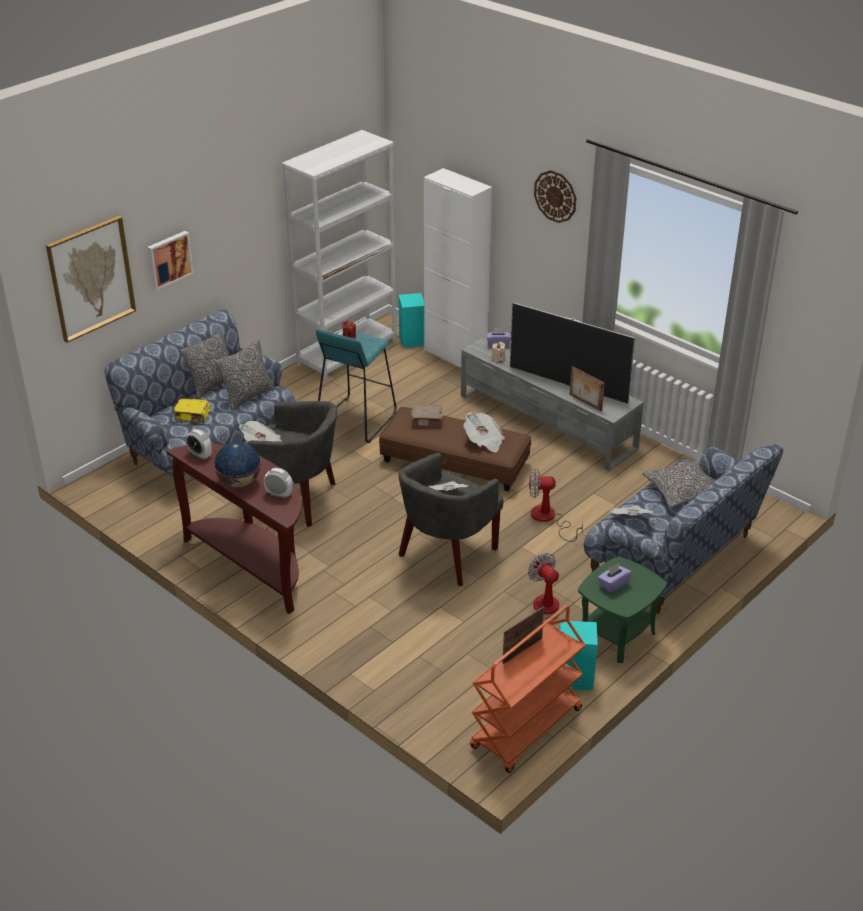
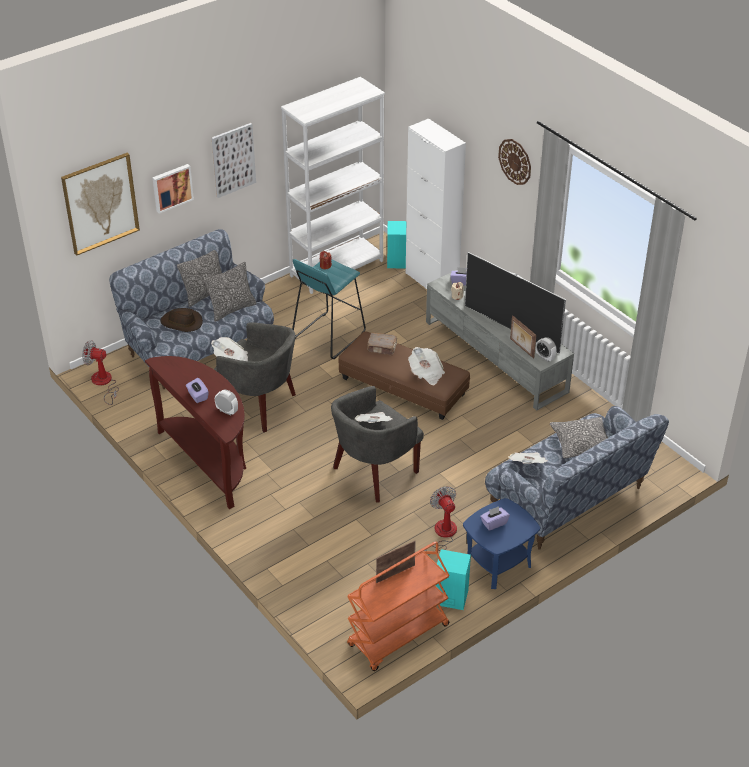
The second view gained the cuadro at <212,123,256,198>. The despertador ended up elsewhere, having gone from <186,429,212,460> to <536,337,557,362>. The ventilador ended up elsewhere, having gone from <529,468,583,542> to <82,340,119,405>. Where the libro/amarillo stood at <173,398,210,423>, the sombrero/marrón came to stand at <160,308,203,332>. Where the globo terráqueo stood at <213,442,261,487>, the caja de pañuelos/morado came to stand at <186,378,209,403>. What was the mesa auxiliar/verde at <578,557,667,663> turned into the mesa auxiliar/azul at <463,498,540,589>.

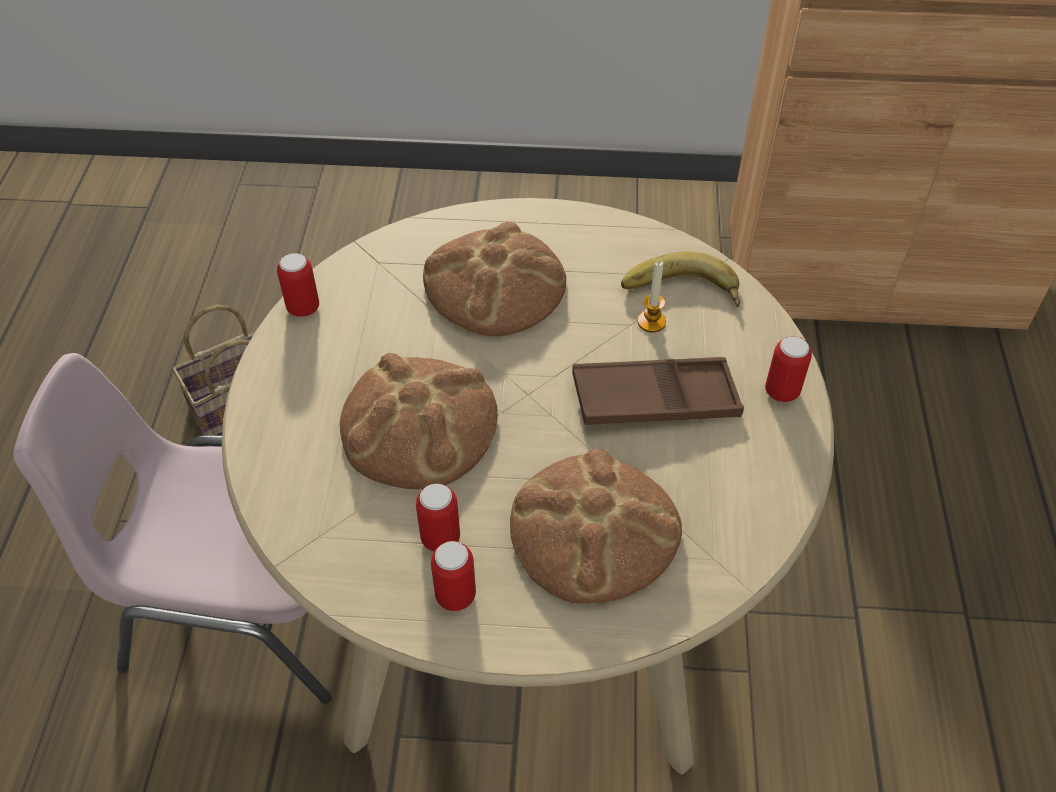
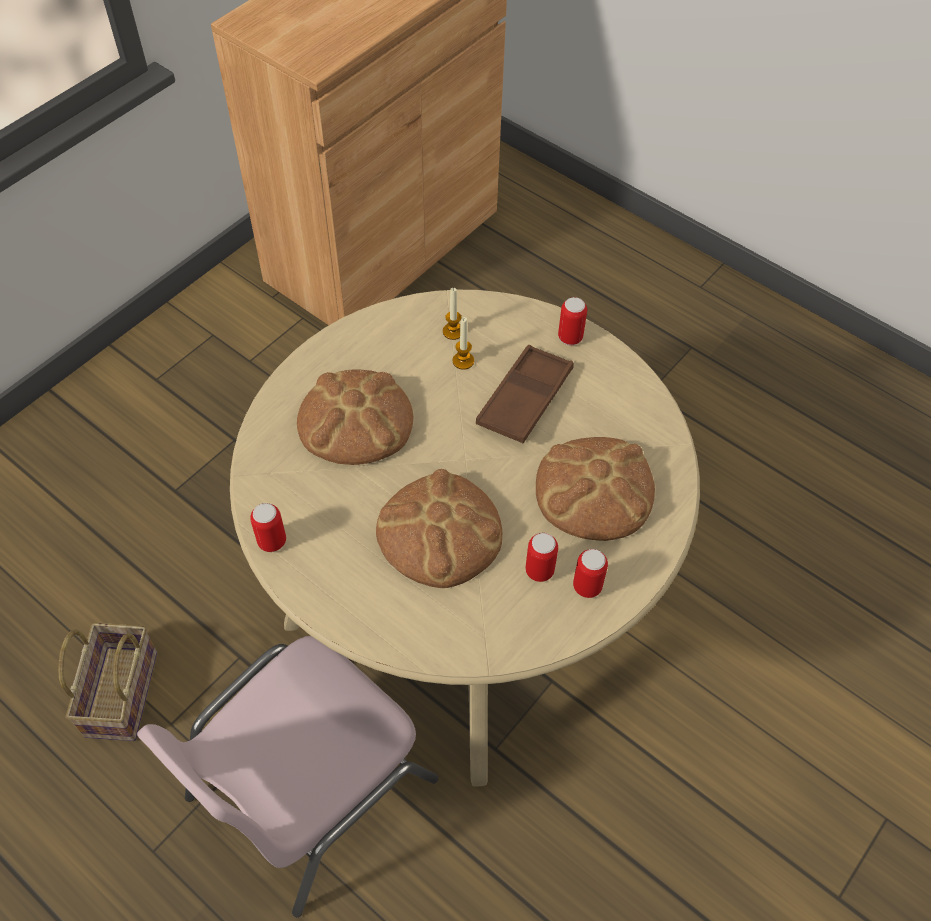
Where the plátano stood at <621,251,740,308>, the vela came to stand at <443,288,461,340>.

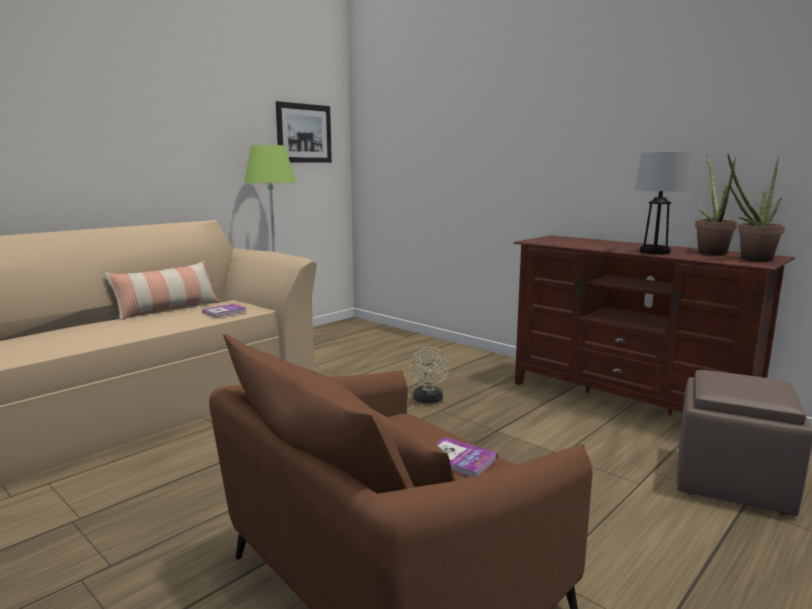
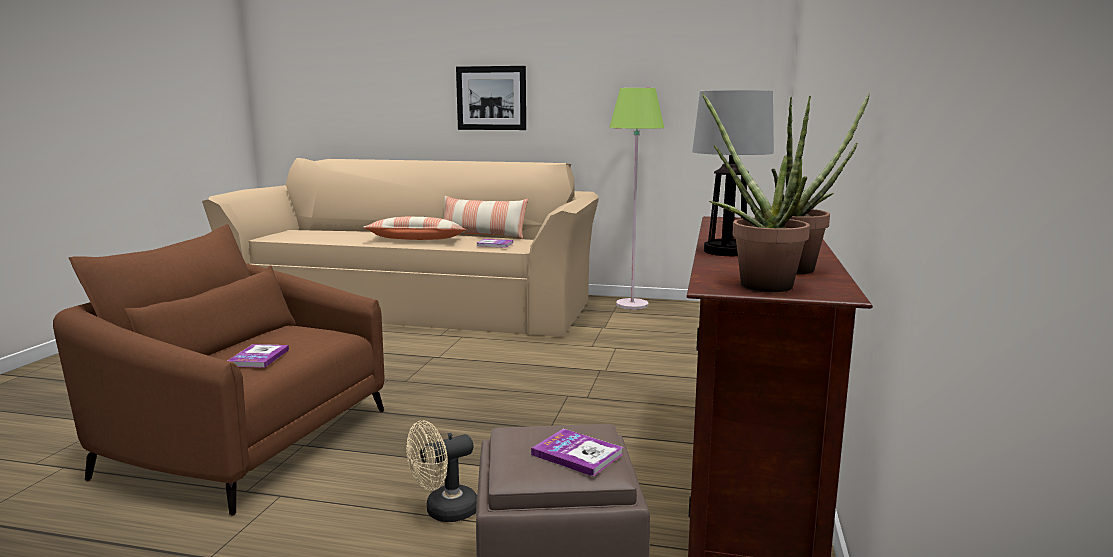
The second view gained the cojín at <363,217,466,240>. The second view gained the libro at <531,429,623,477>. The cuadro ended up elsewhere, having gone from <276,101,332,163> to <456,66,526,130>. The ventilador/beis ended up elsewhere, having gone from <409,347,450,403> to <406,420,477,522>.

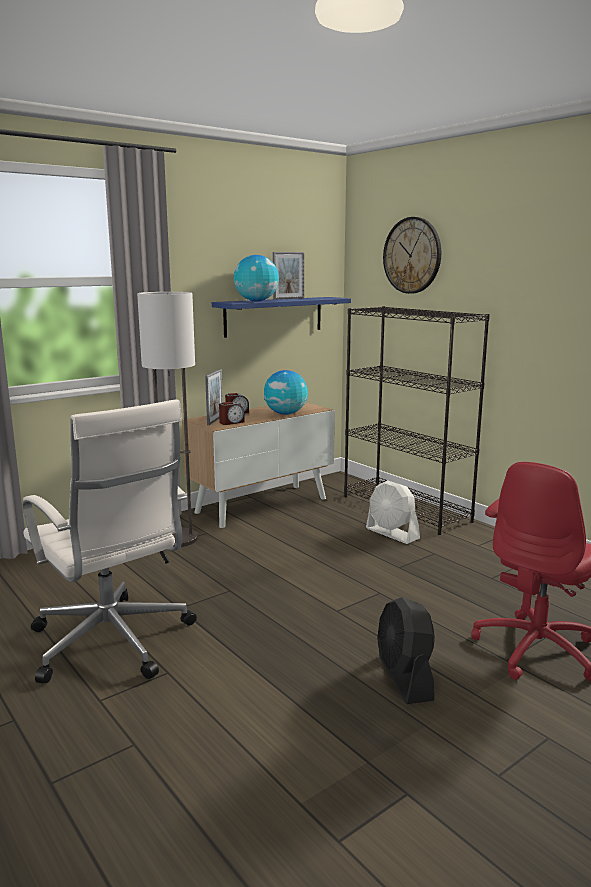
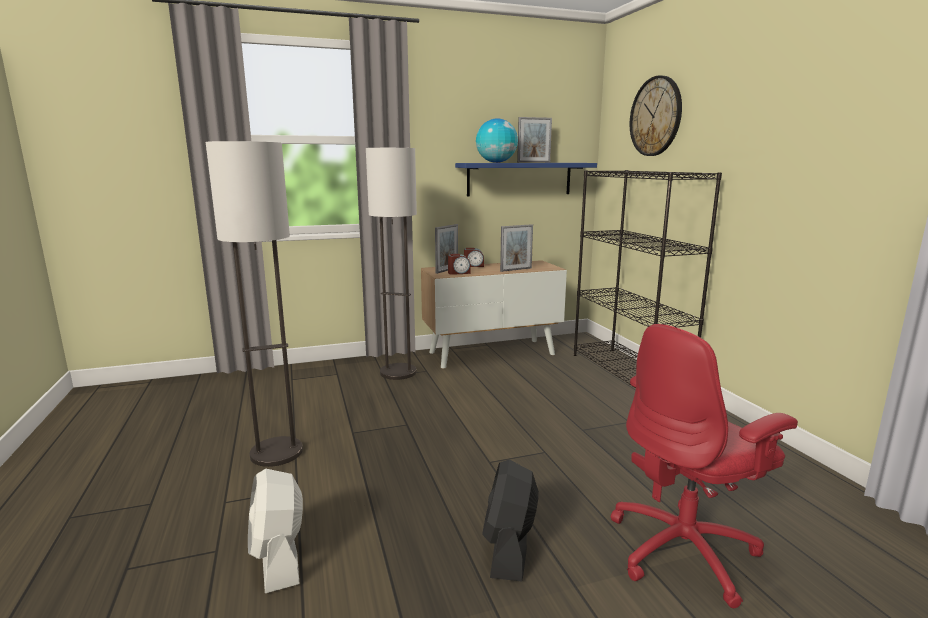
The ventilador/blanco ended up elsewhere, having gone from <366,480,420,544> to <248,469,303,594>. Where the silla de oficina/blanco stood at <22,399,197,684>, the lámpara de pie came to stand at <206,141,303,467>. Where the globo terráqueo stood at <264,370,308,415>, the portarretratos came to stand at <500,224,533,272>.

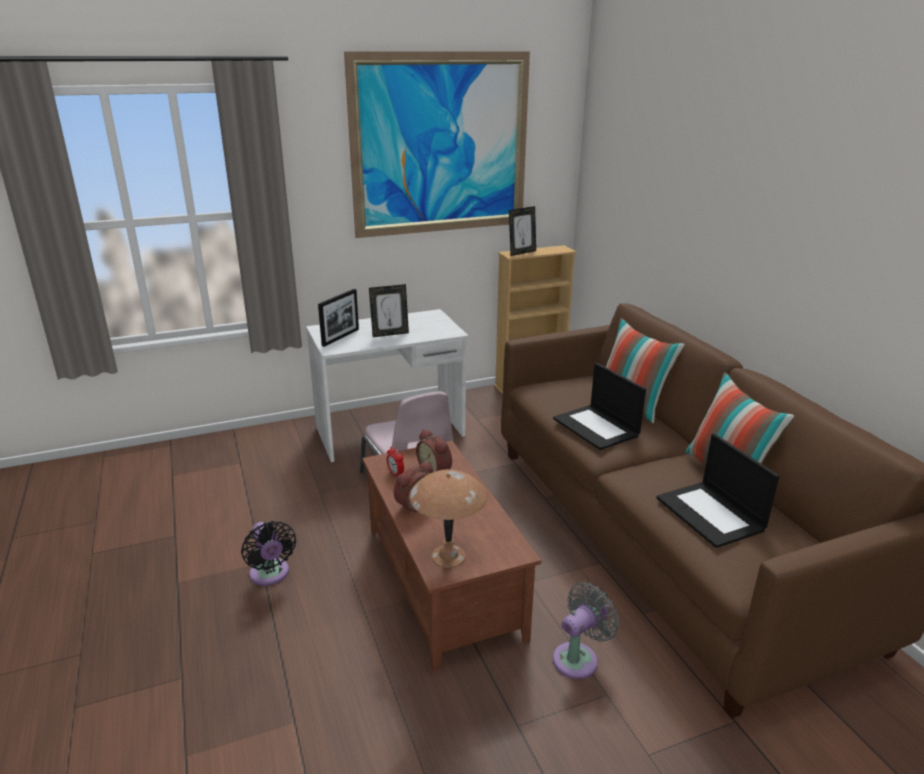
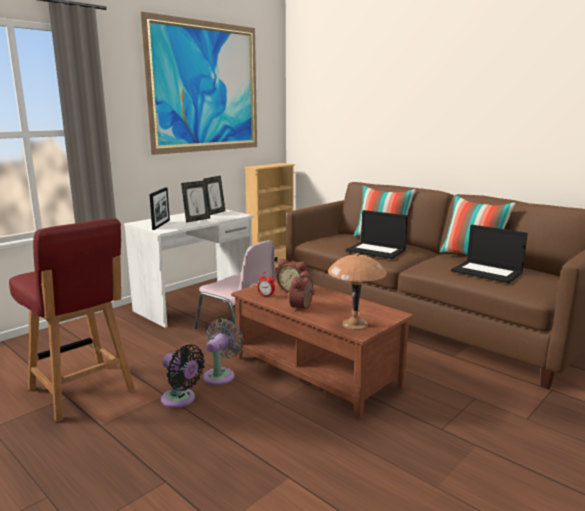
The second view gained the silla/rojo at <9,218,135,422>. The portarretratos ended up elsewhere, having gone from <509,206,536,256> to <203,176,225,215>. The ventilador/gris ended up elsewhere, having gone from <553,582,619,679> to <203,318,244,385>.

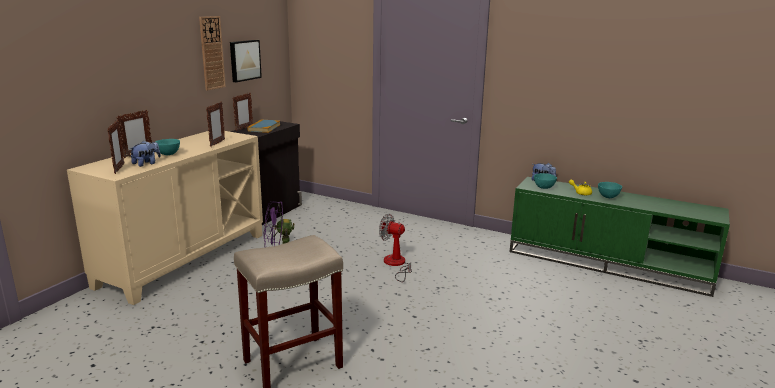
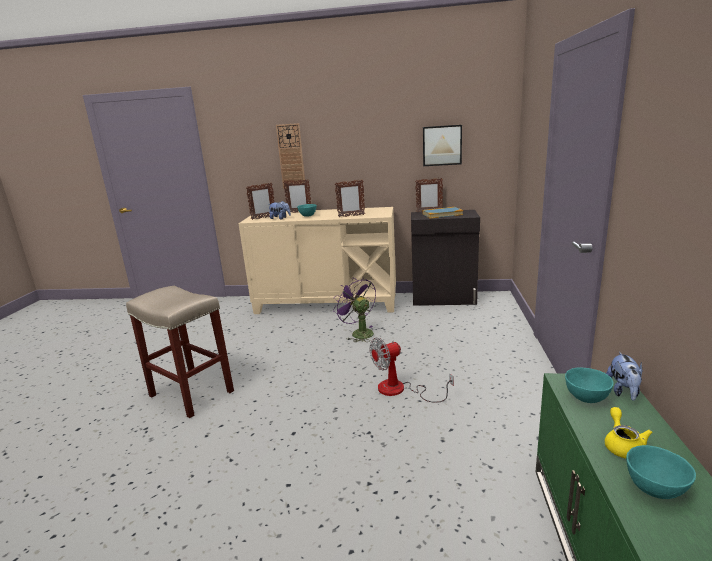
The reloj de pared ended up elsewhere, having gone from <199,16,226,90> to <276,123,305,189>. The ventilador at <379,214,412,282> ended up facing another way, 120 degrees counterclockwise from before.

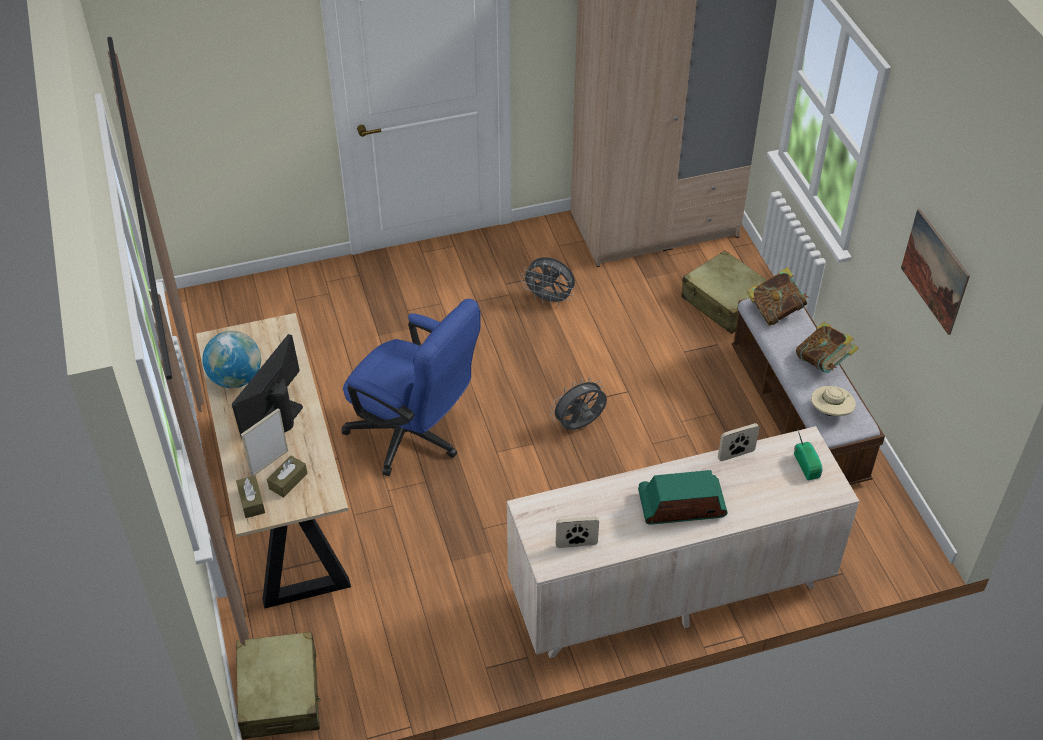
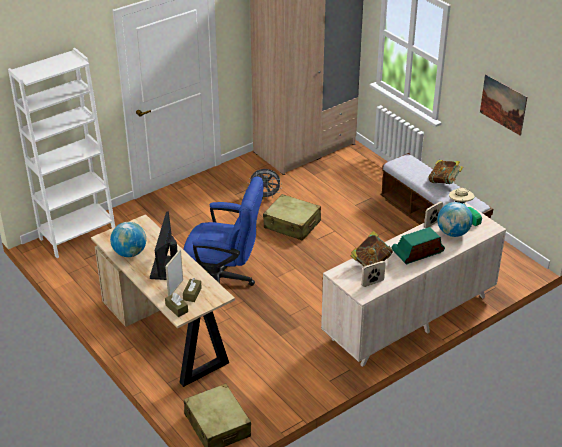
The second view lost the ventilador/gris at <550,377,607,430>. The second view gained the estantería/blanco at <8,48,115,258>. The second view gained the globo terráqueo at <437,202,473,237>. The maleta/beis ended up elsewhere, having gone from <682,251,767,334> to <263,194,321,241>. The libro ended up elsewhere, having gone from <747,267,809,326> to <351,231,393,266>.

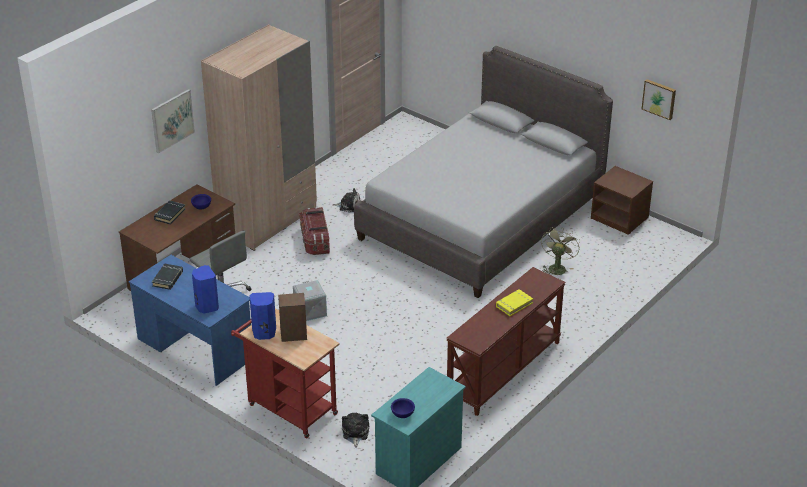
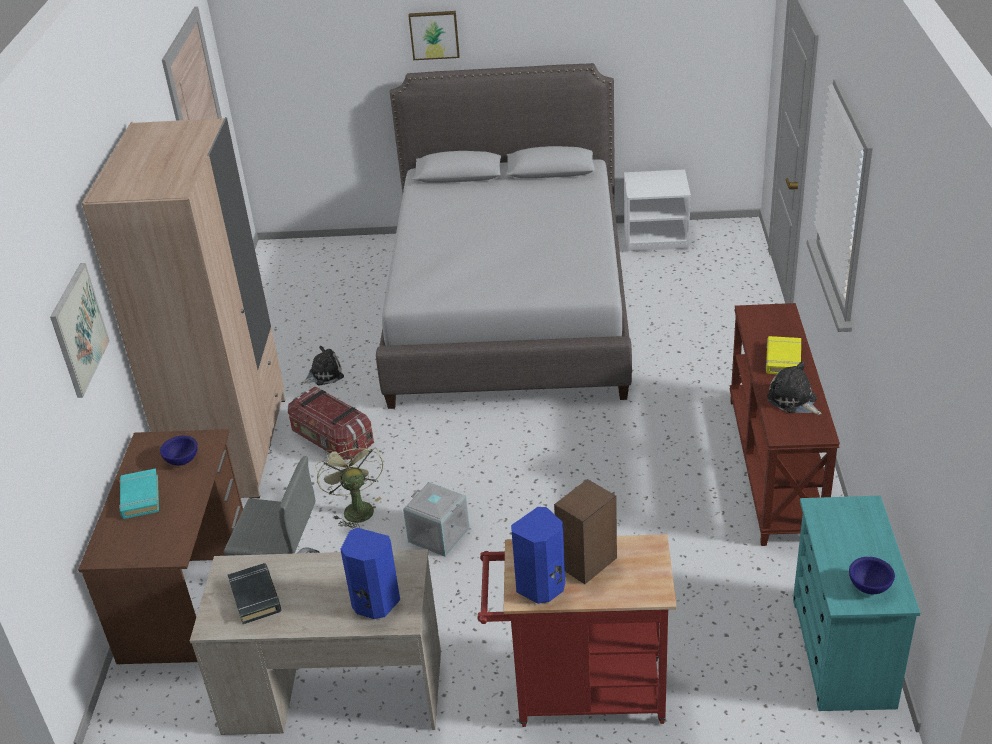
The peluche ended up elsewhere, having gone from <342,413,369,447> to <767,361,822,415>. The ventilador/verde ended up elsewhere, having gone from <541,227,580,275> to <315,440,383,529>. The cuadro ended up elsewhere, having gone from <642,79,676,120> to <408,11,460,60>. What was the escritorio/azul at <129,255,251,386> turned into the escritorio/beis at <190,549,441,735>. What was the libro/negro at <154,200,186,224> turned into the libro/turquesa at <119,468,159,519>. What was the mesita de noche/marrón at <591,166,653,235> turned into the mesita de noche/blanco at <624,169,691,251>.

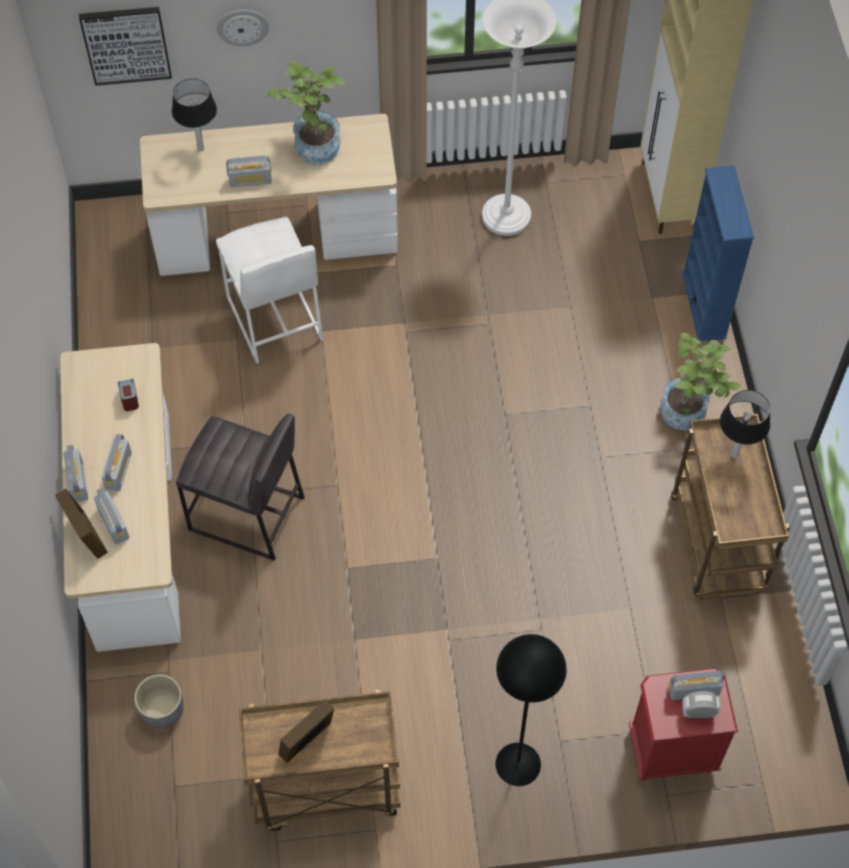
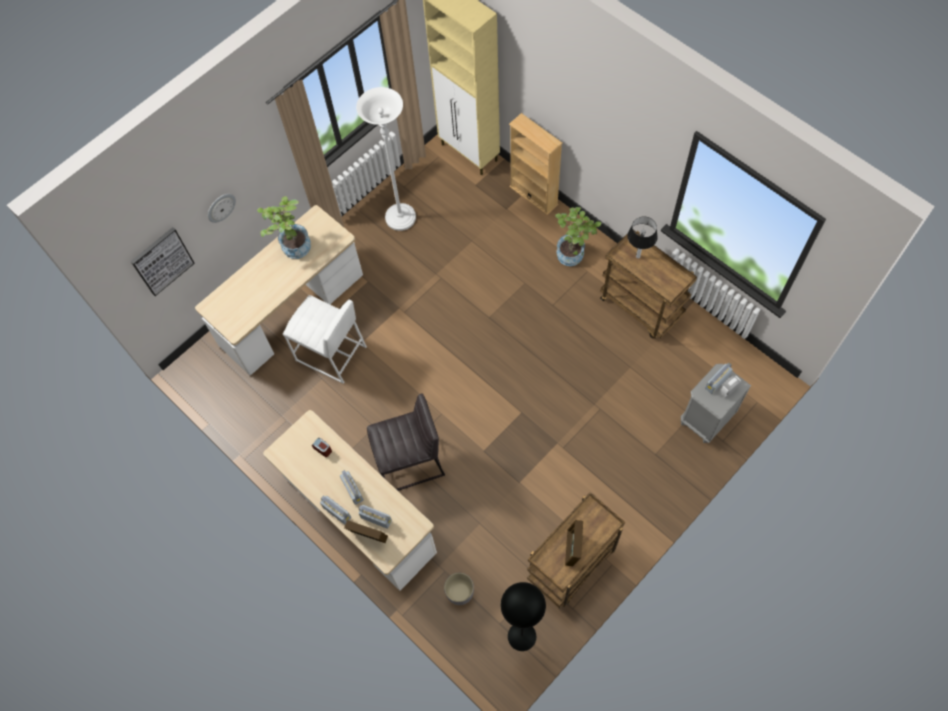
The second view lost the lámpara de mesa at <172,78,217,151>. The second view lost the radio at <226,156,272,187>. The lámpara de pie/negro ended up elsewhere, having gone from <496,634,567,786> to <501,582,546,651>. What was the mesita de noche/rojo at <629,668,738,781> turned into the mesita de noche/gris at <681,364,751,443>. What was the estantería/azul at <682,165,754,341> turned into the estantería/beis at <509,113,563,215>.

